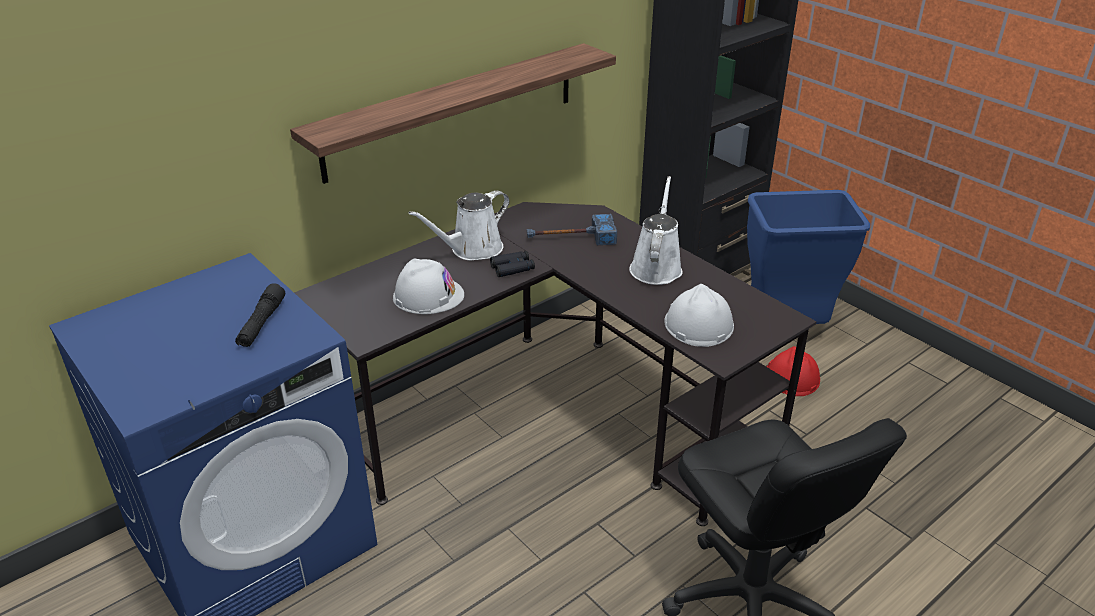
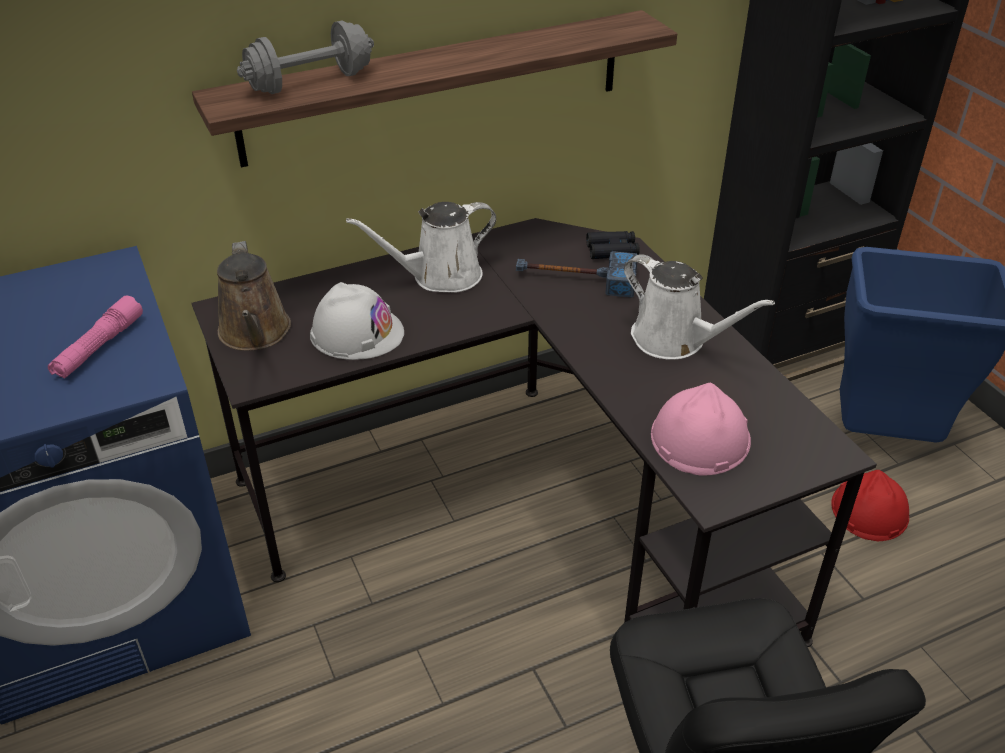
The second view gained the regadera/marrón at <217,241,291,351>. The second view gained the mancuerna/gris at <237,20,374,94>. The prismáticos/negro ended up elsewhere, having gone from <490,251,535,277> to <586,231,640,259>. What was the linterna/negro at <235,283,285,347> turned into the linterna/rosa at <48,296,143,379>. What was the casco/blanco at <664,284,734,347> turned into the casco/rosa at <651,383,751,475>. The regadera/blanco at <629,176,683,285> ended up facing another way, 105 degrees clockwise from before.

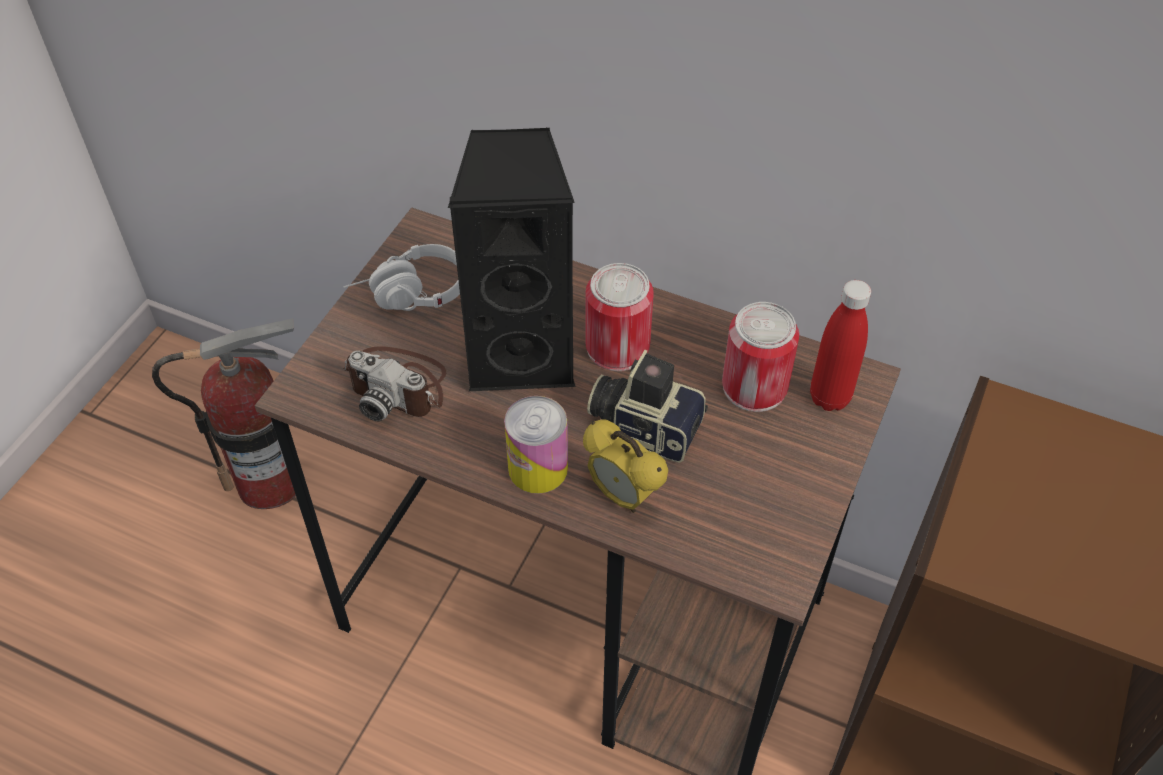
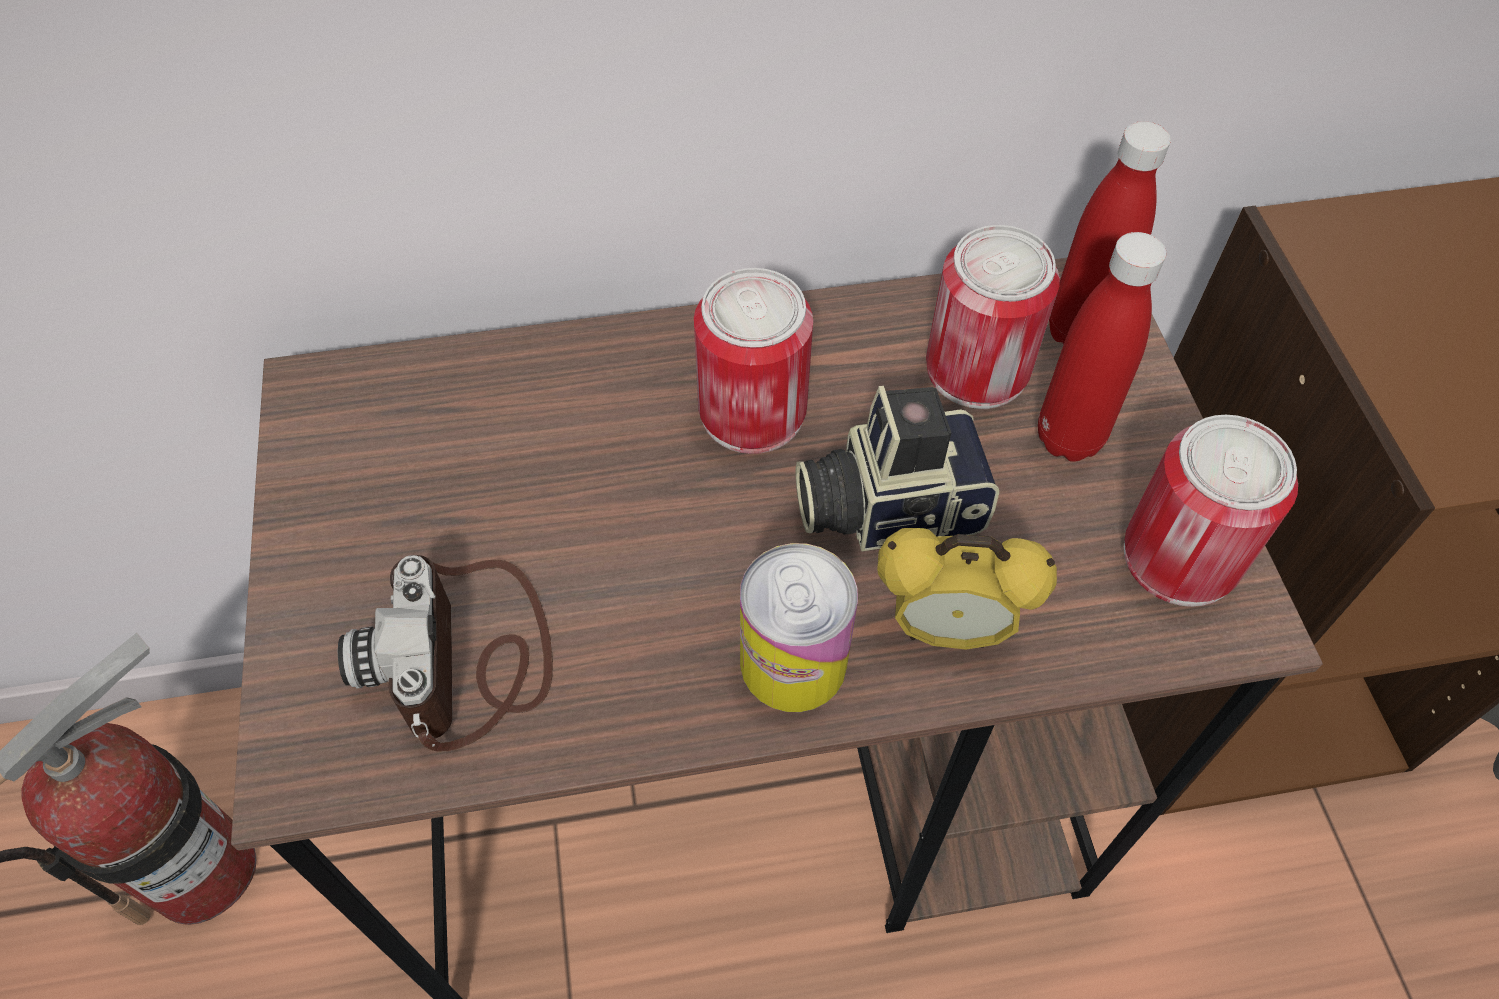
The second view lost the auriculares/blanco at <343,244,460,311>. The second view lost the altavoz/negro at <448,128,576,392>. The second view gained the botella/rojo at <1038,232,1166,462>. The second view gained the lata at <1124,415,1298,607>. The cámara at <342,347,446,421> ended up facing another way, 90 degrees clockwise from before.

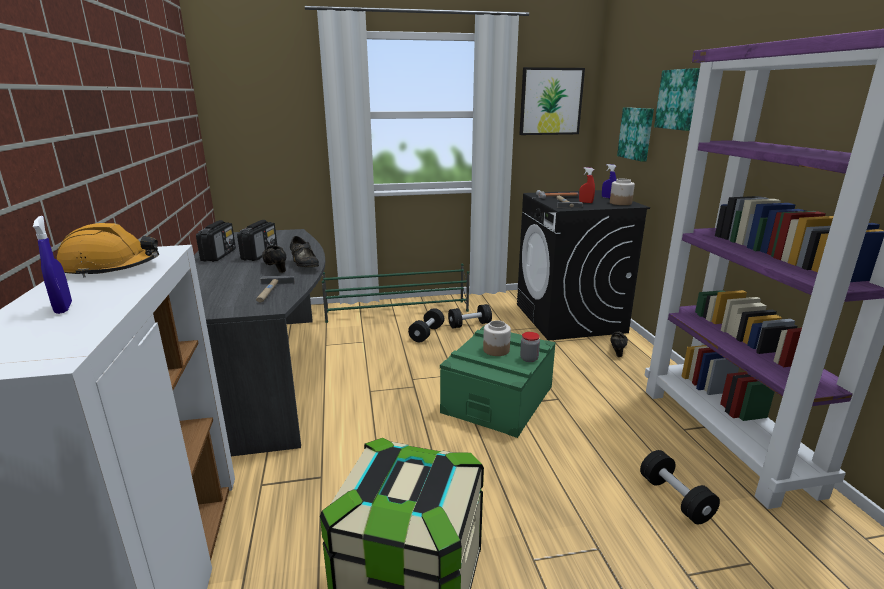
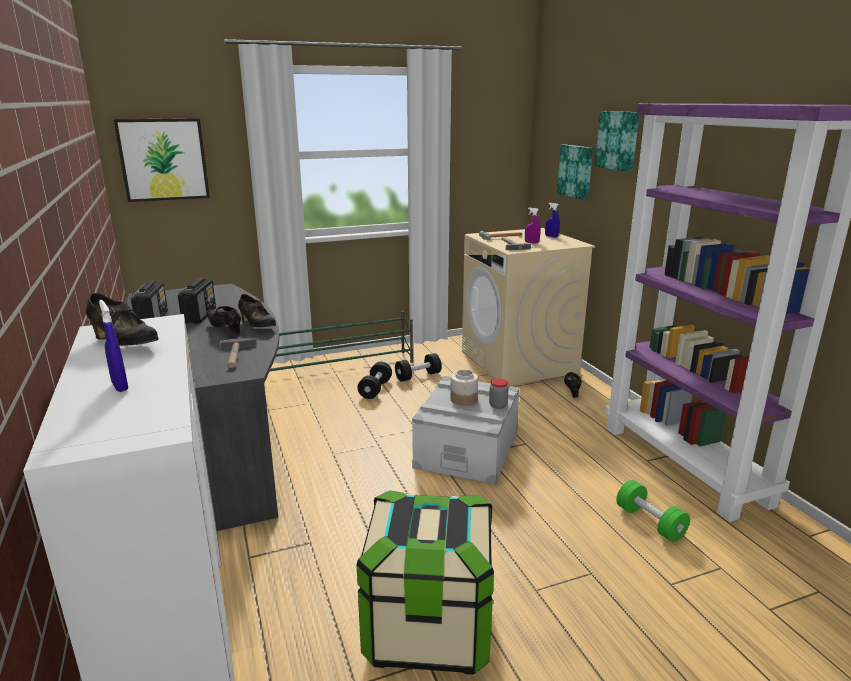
The second view lost the tarro at <610,179,635,205>. The cuadro ended up elsewhere, having gone from <519,67,585,135> to <114,118,210,202>. Where the casco/naranja stood at <57,223,159,277>, the zapato/negro came to stand at <86,293,159,346>. What was the caja de almacenaje/verde at <440,326,556,438> turned into the caja de almacenaje/gris at <412,376,519,484>. What was the lavadora/negro at <517,190,650,340> turned into the lavadora/beis at <462,228,595,386>. What was the pulverizador/rojo at <579,167,595,203> turned into the pulverizador/morado at <525,207,541,244>. What was the mancuerna/negro at <640,450,720,524> turned into the mancuerna/verde at <616,480,690,542>.

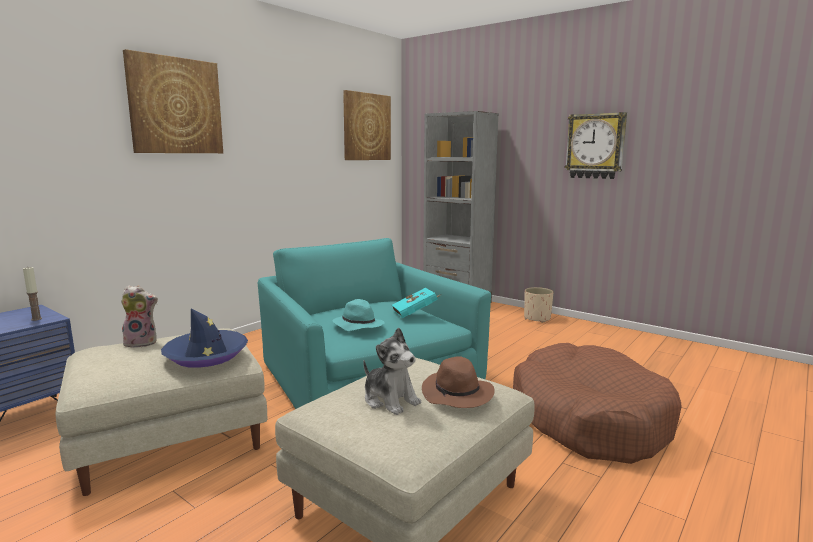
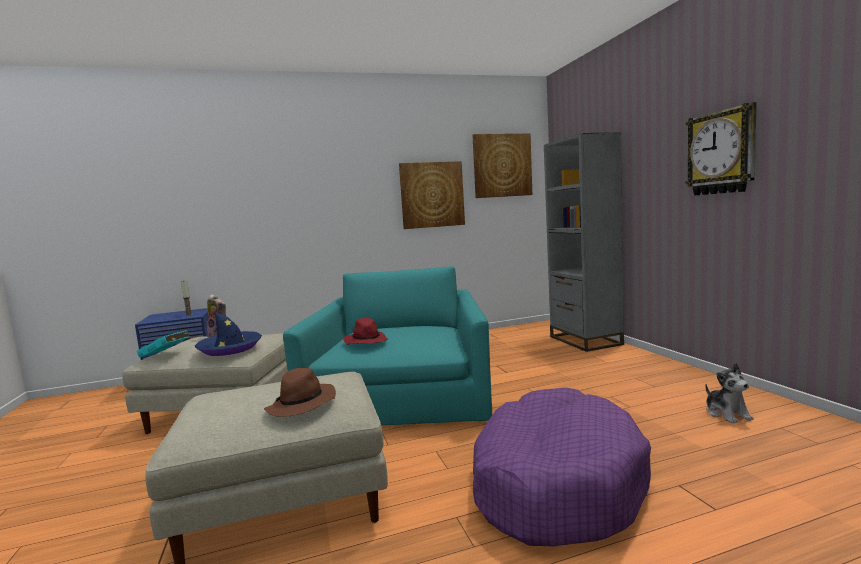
The second view lost the maceta/beis at <524,287,554,323>. The cuadro ended up elsewhere, having gone from <123,49,223,153> to <399,161,465,229>. The peluche ended up elsewhere, having gone from <363,328,421,415> to <705,363,754,423>. The libro/turquesa ended up elsewhere, having gone from <392,288,440,318> to <137,330,190,357>. What was the sombrero/turquesa at <332,299,385,331> turned into the sombrero/rojo at <343,317,388,345>. What was the cama para perro/marrón at <513,343,682,464> turned into the cama para perro/morado at <473,388,651,547>.

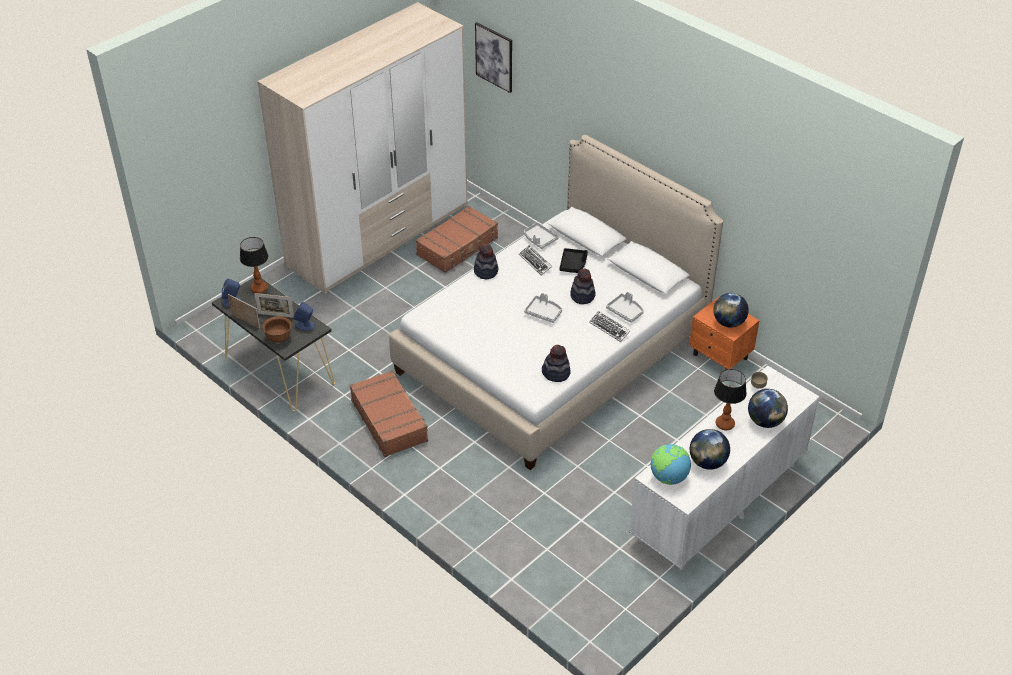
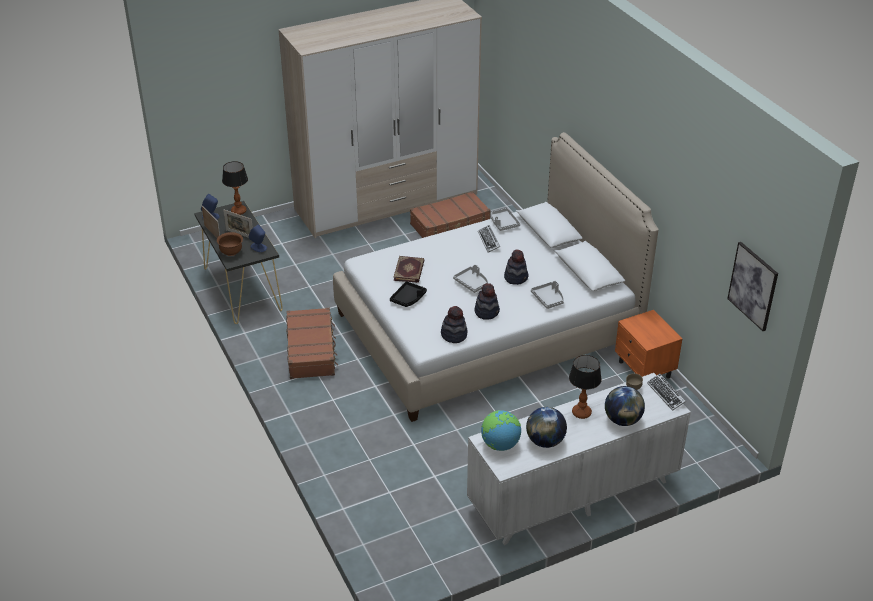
The second view lost the globo terráqueo at <713,293,749,328>. The second view gained the libro at <393,256,424,283>. The sombrero ended up elsewhere, having gone from <474,244,498,279> to <474,283,500,319>. The cuadro ended up elsewhere, having gone from <475,22,512,93> to <727,242,778,331>. The bandeja/negro ended up elsewhere, having gone from <559,248,588,273> to <390,281,427,307>. The teclado ended up elsewhere, having gone from <589,311,630,342> to <647,374,686,411>.

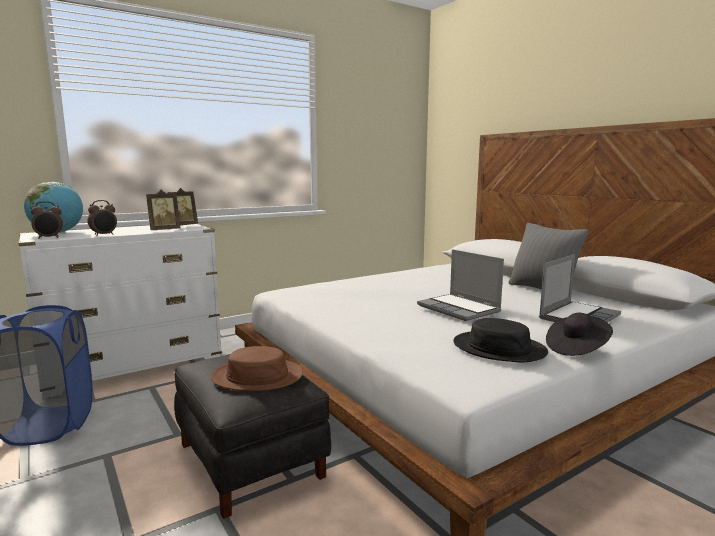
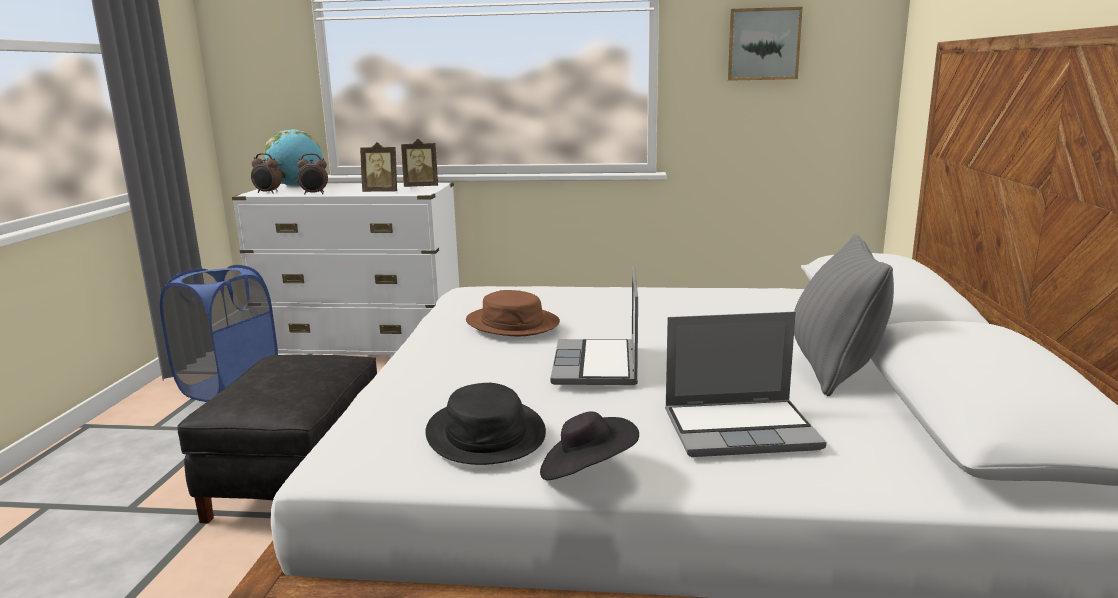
The second view gained the cuadro at <728,7,803,81>. The sombrero/marrón ended up elsewhere, having gone from <211,346,303,391> to <466,290,560,336>.

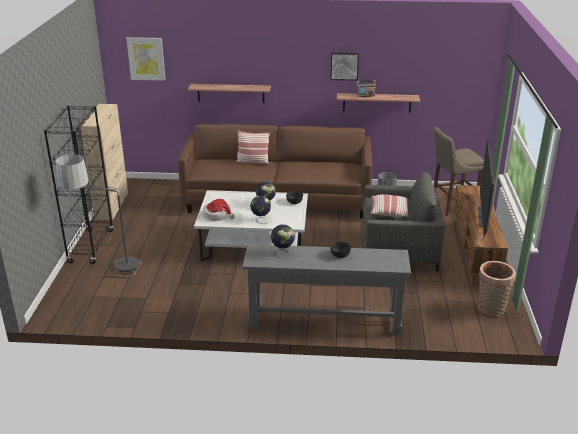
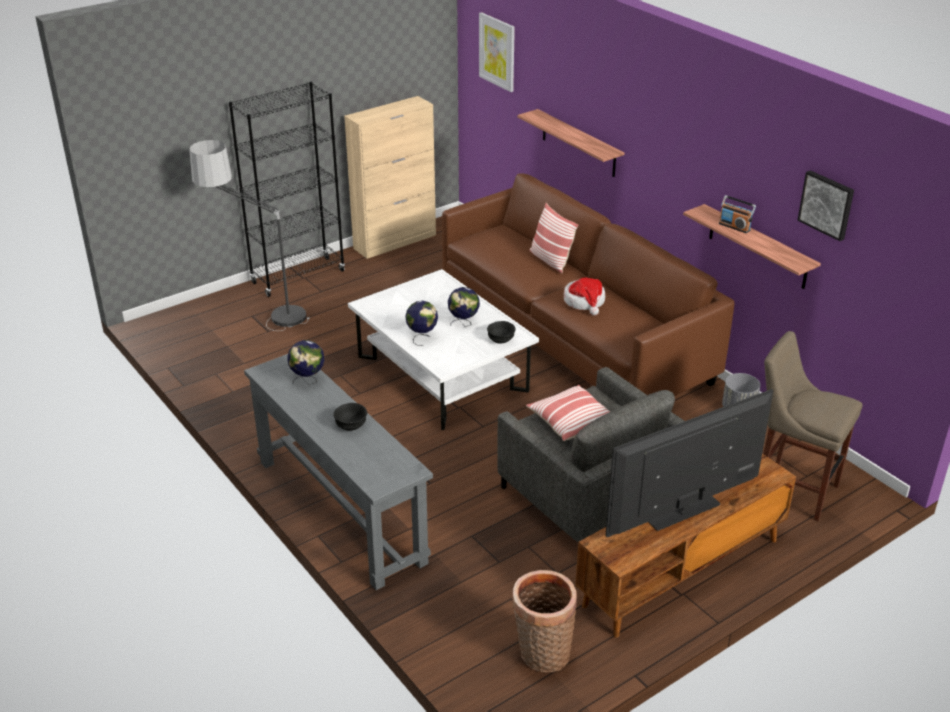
The sombrero ended up elsewhere, having gone from <203,199,235,221> to <564,278,605,316>. The cuadro ended up elsewhere, having gone from <330,52,359,81> to <798,170,854,241>.

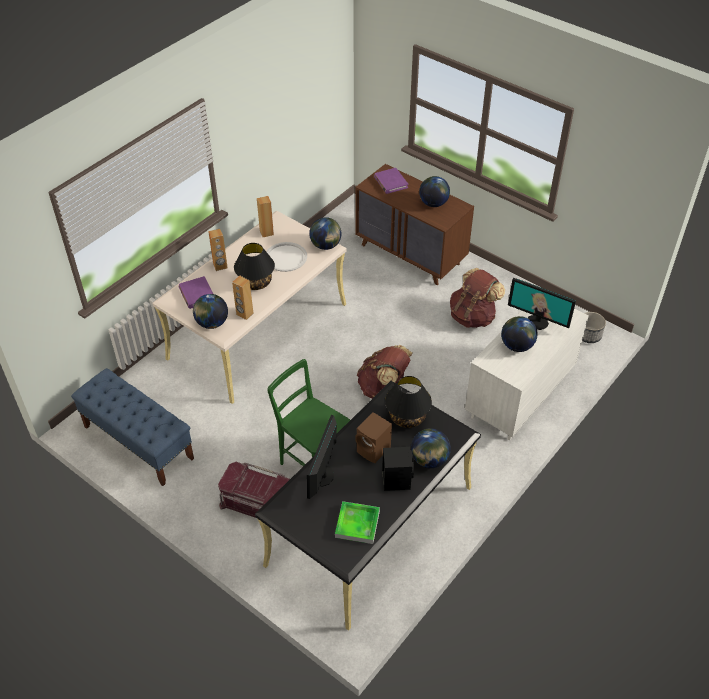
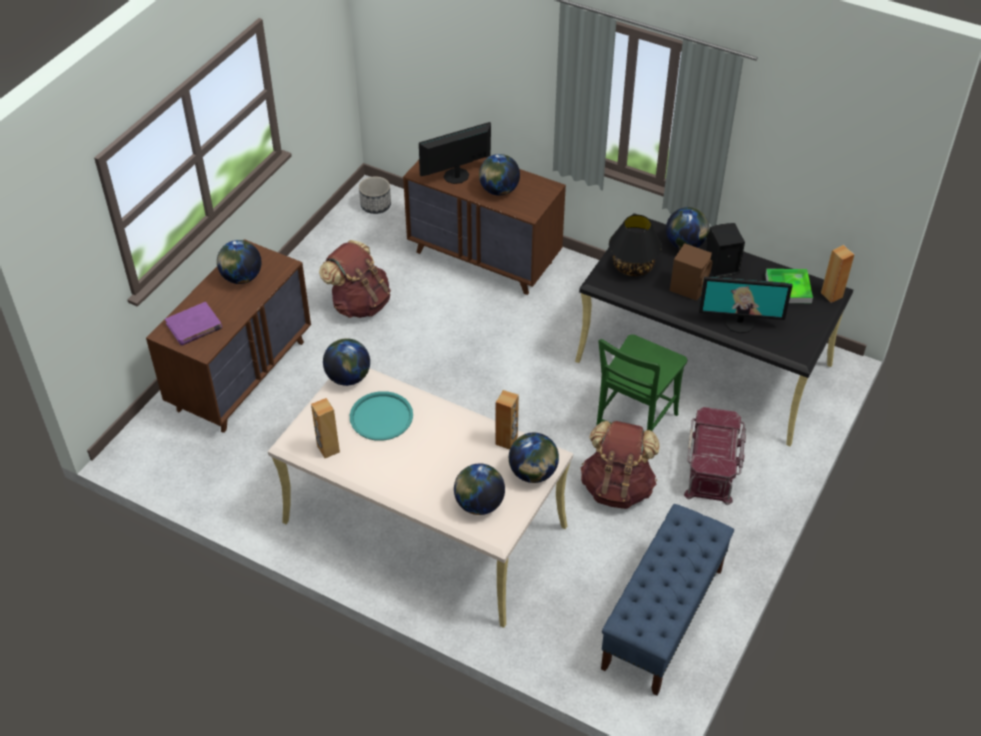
The second view lost the lámpara de mesa/negro at <234,243,275,290>. The altavoz/marrón ended up elsewhere, having gone from <208,229,228,271> to <821,245,854,303>. The mochila/marrón ended up elsewhere, having gone from <357,345,412,399> to <580,421,660,509>. Where the libro/morado stood at <179,276,213,309>, the globo terráqueo came to stand at <454,463,505,515>. What was the bandeja/blanco at <266,242,307,272> turned into the bandeja/turquesa at <350,391,413,441>. What was the cómoda/blanco at <465,308,589,441> turned into the cómoda/marrón at <403,157,566,295>. The monitor at <508,278,576,330> ended up facing another way, 135 degrees counterclockwise from before.

